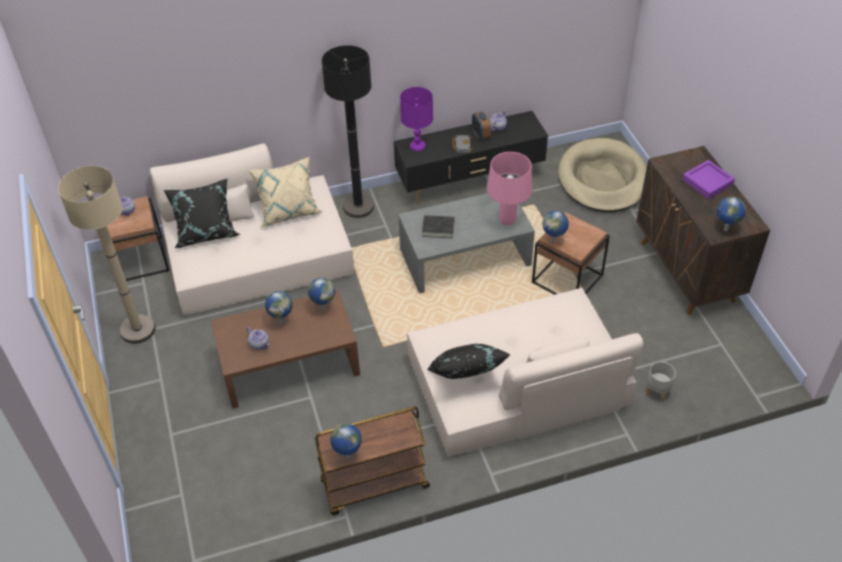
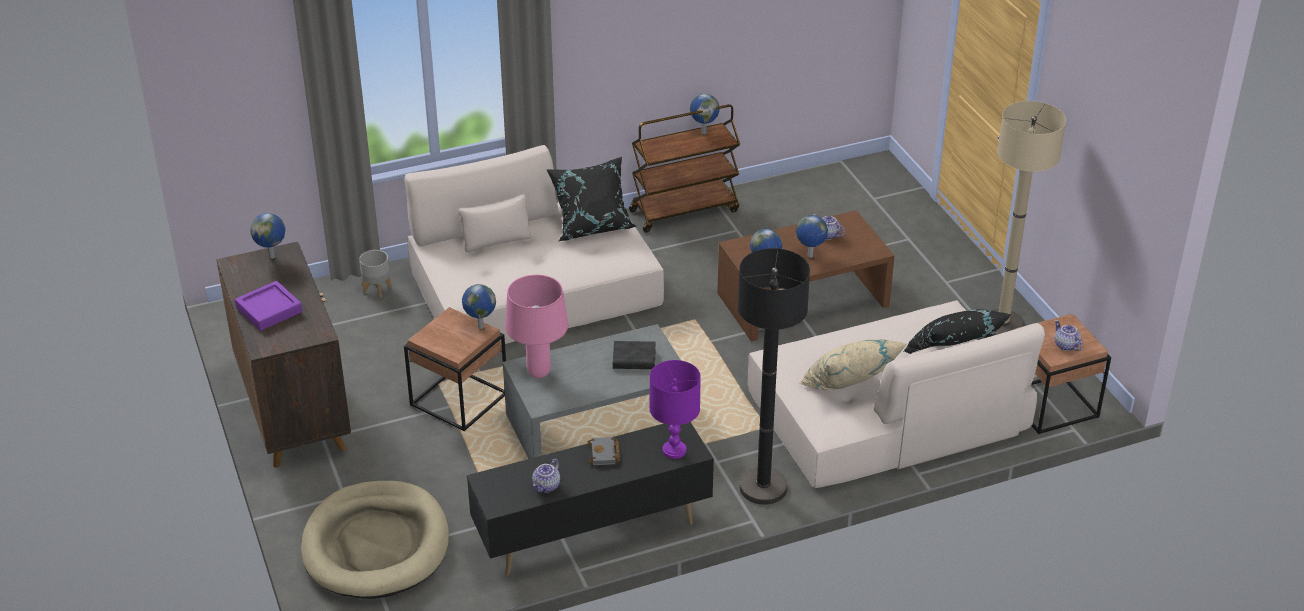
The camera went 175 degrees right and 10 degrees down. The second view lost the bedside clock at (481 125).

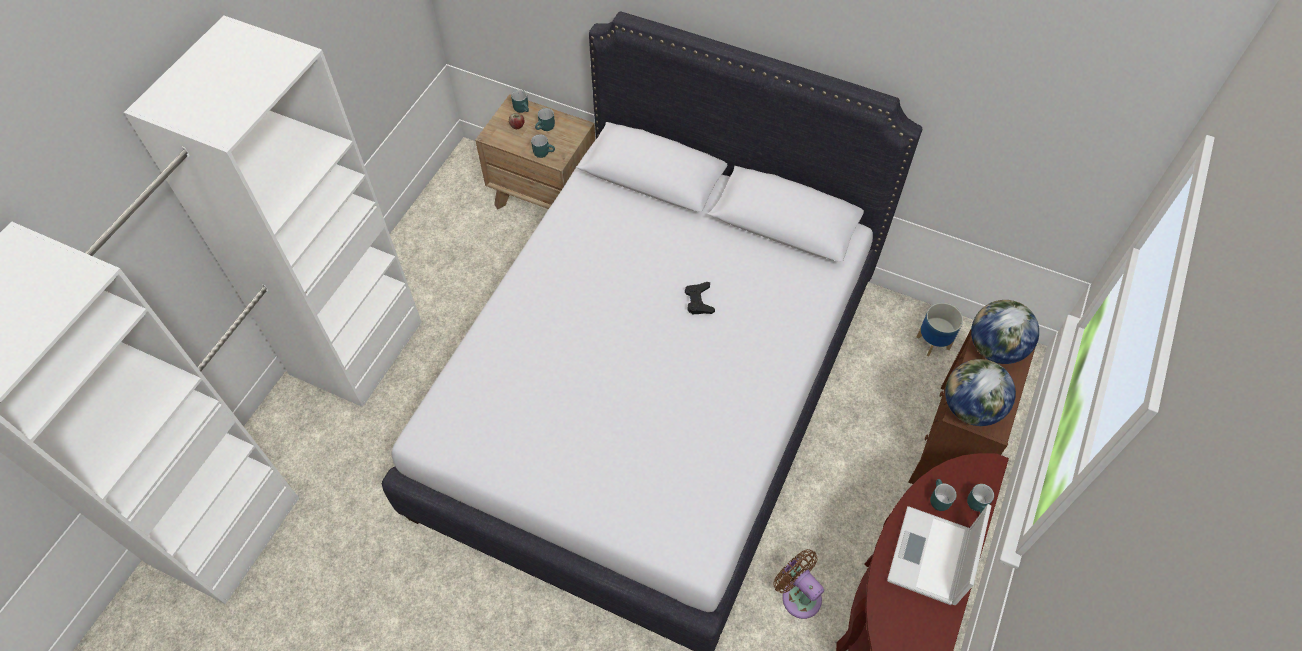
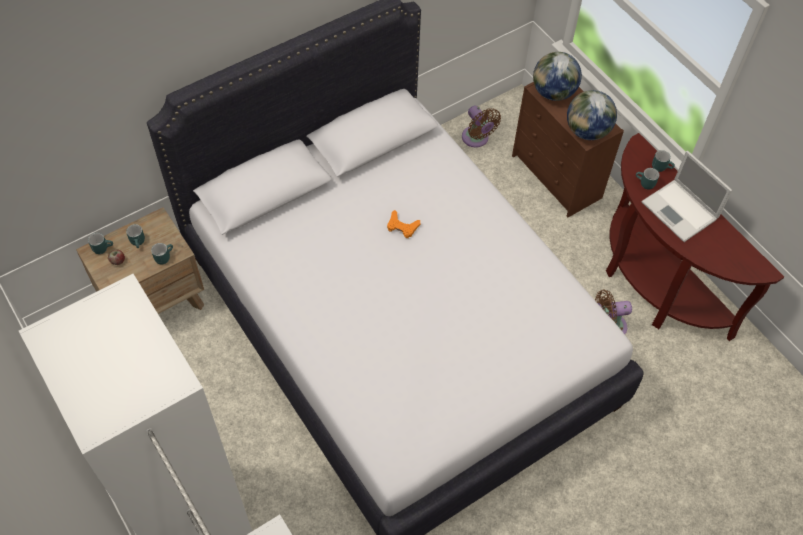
The camera went 60 degrees left and 0 degrees up. What was the blackish game controller at (700 298) turned into the orangey game controller at (403 224). Where the plant pot stood at (940 329), the brownish electric fan came to stand at (481 126).

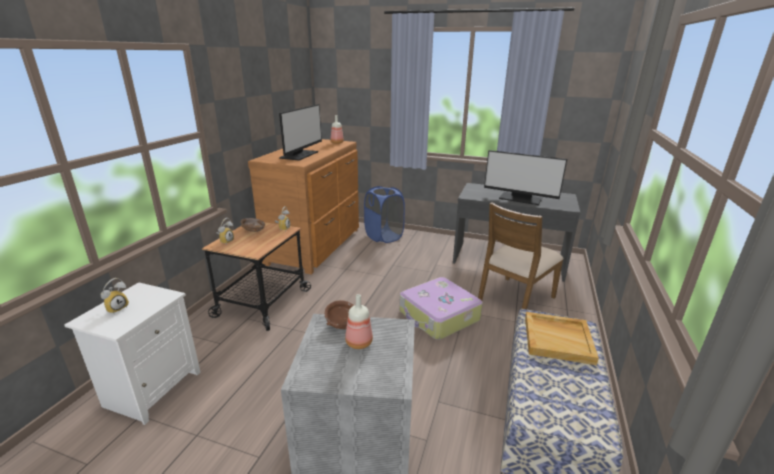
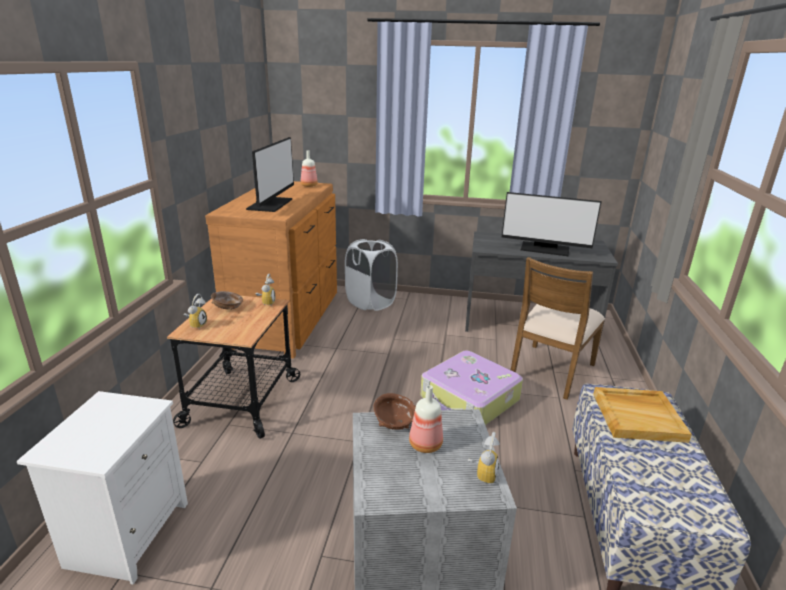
The camera went 10 degrees left and 0 degrees up. The bedside clock ended up elsewhere, having gone from (115 296) to (484 458). What was the blue washing basket at (384 214) turned into the white washing basket at (371 275).

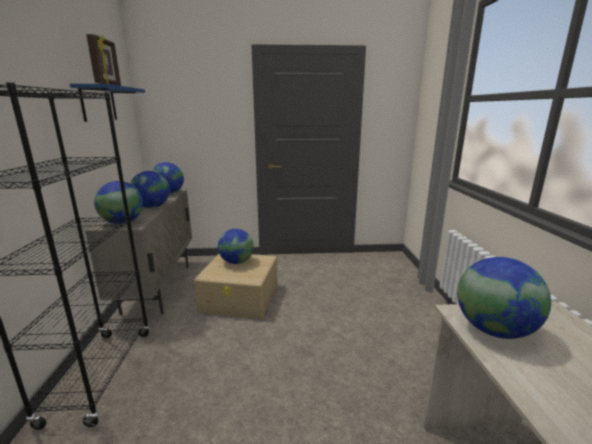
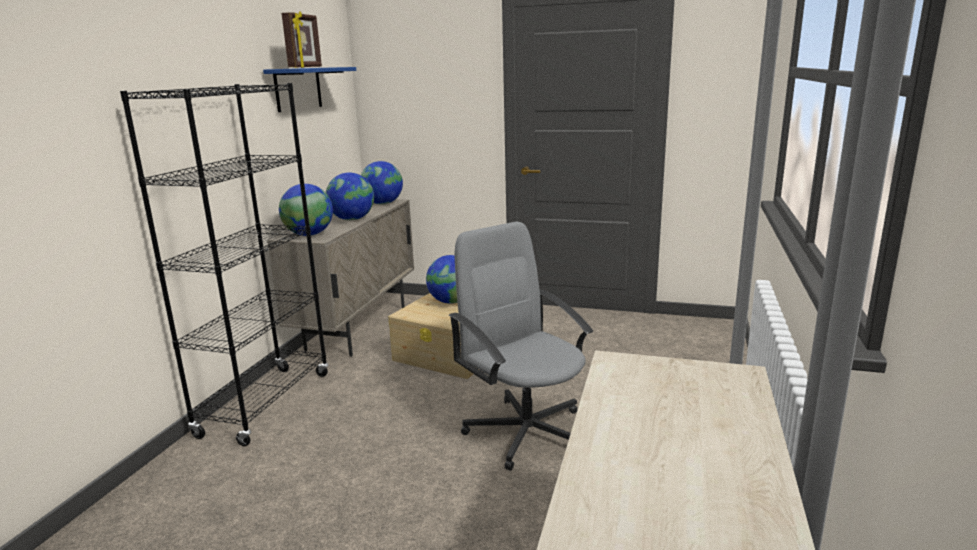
The camera went 20 degrees right and 0 degrees up. The second view lost the globe at (504 298). The second view gained the grey desk chair at (521 346).

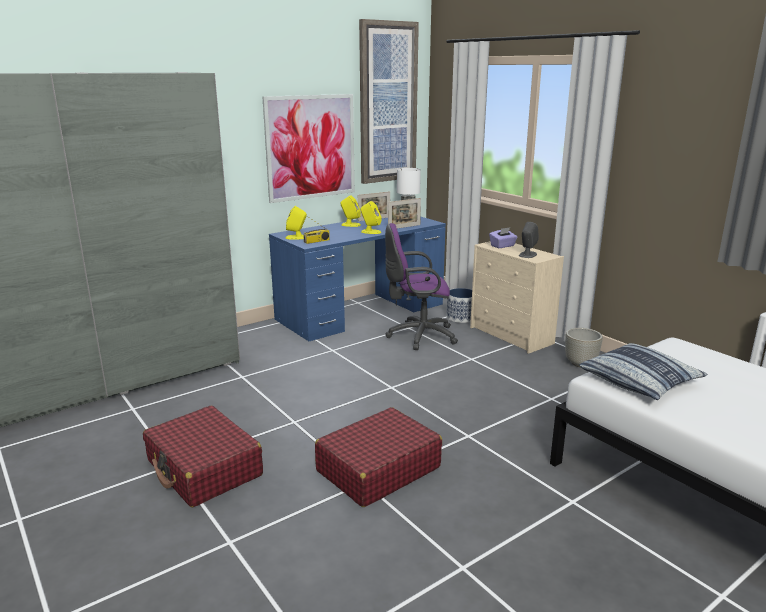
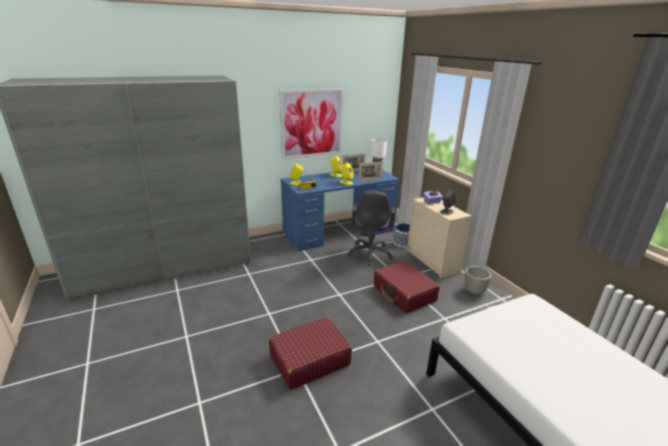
The camera went 10 degrees right and 5 degrees up. The red-coloured suitcase ended up elsewhere, having gone from (203 456) to (407 287). The second view lost the picture at (389 101). The purple desk chair at (421 286) ended up facing another way, 90 degrees counterclockwise from before. The second view lost the throw pillow at (643 371).

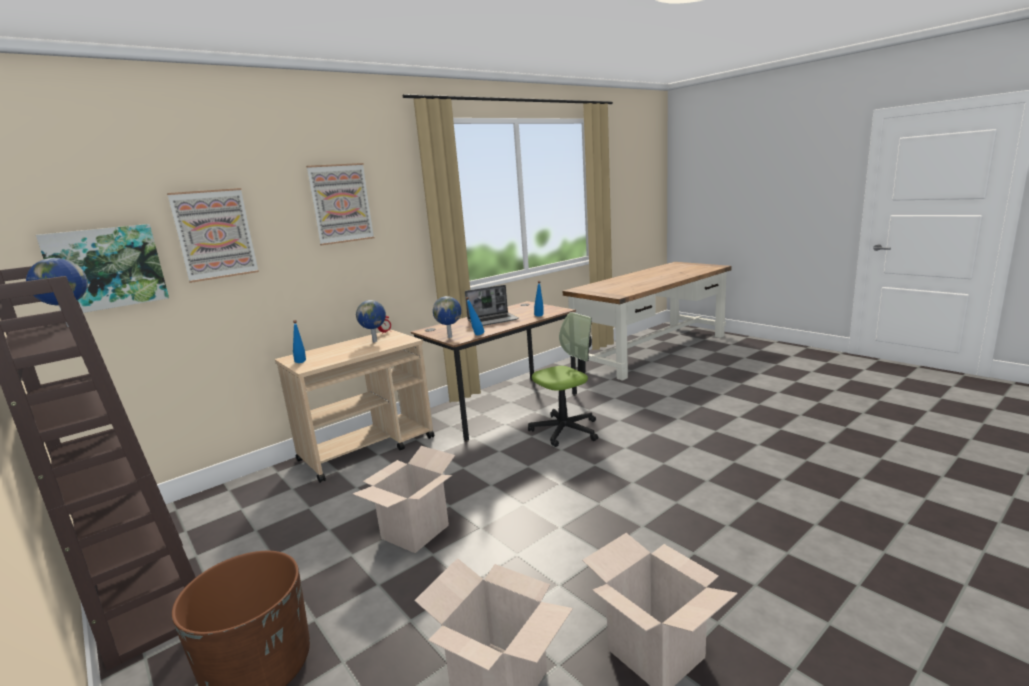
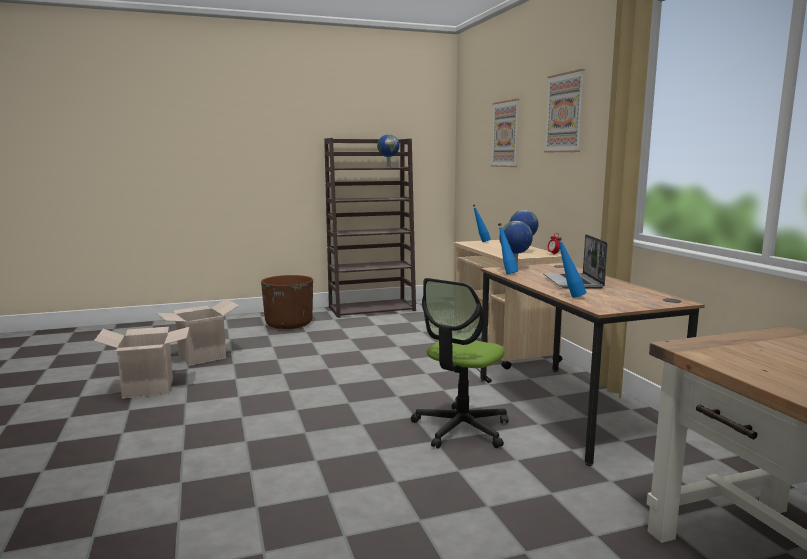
The camera went 110 degrees right and 5 degrees down. The second view lost the picture at (102 268). The second view lost the packing box at (404 499). The desk chair at (563 379) ended up facing another way, 45 degrees clockwise from before.

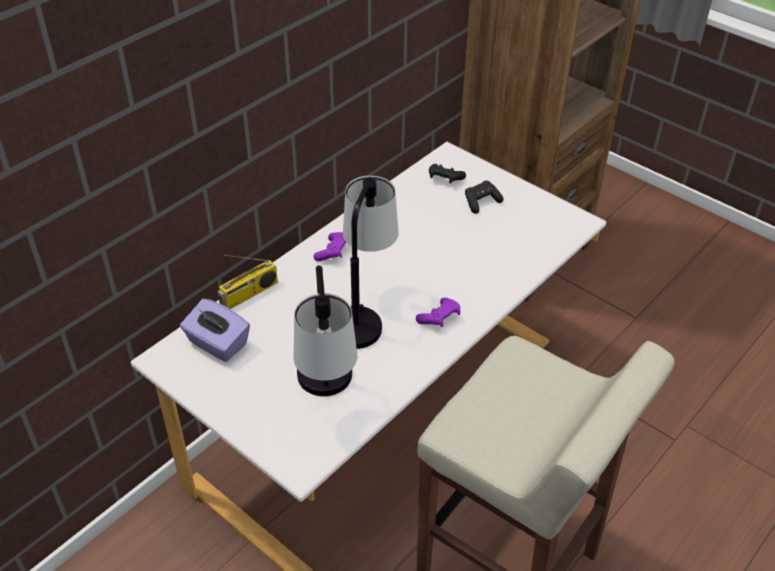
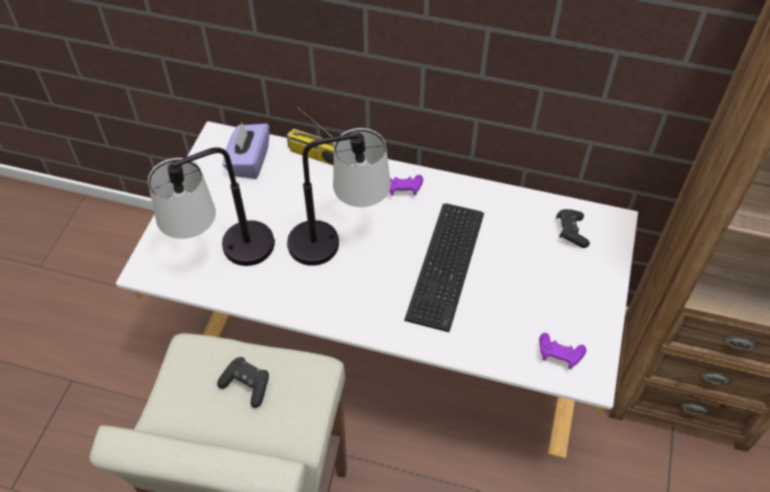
The camera went 65 degrees right and 10 degrees up. The purple game controller ended up elsewhere, having gone from (438 312) to (563 351). The blackish game controller ended up elsewhere, having gone from (484 197) to (243 382). The second view gained the keyboard at (444 267).

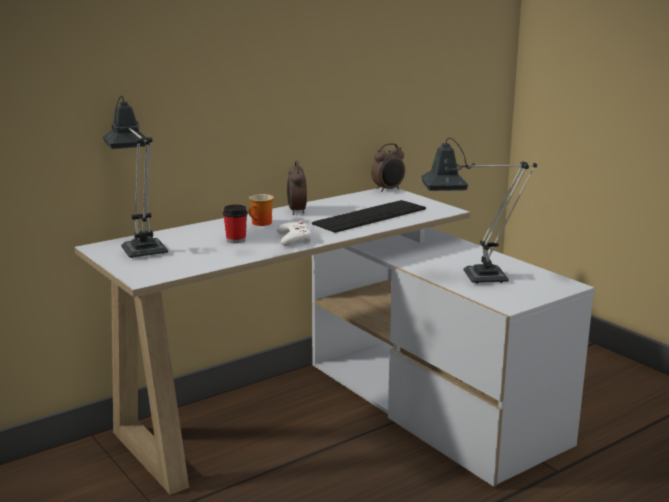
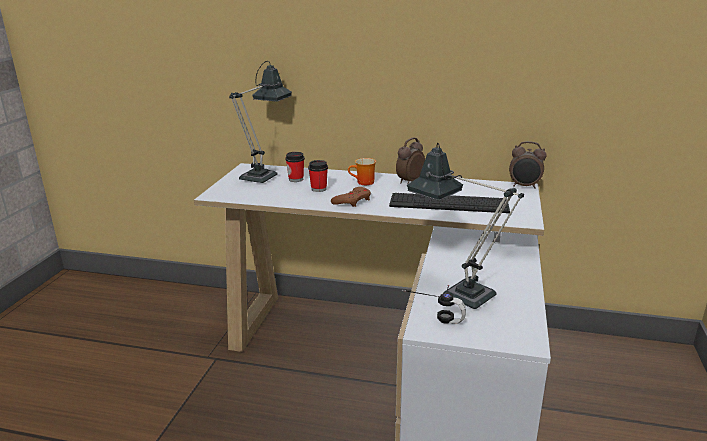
The camera went 50 degrees right and 5 degrees up. What was the white game controller at (294 233) turned into the brownish game controller at (351 197). The second view gained the small cup at (295 167). The second view gained the pair of headphones at (434 304).

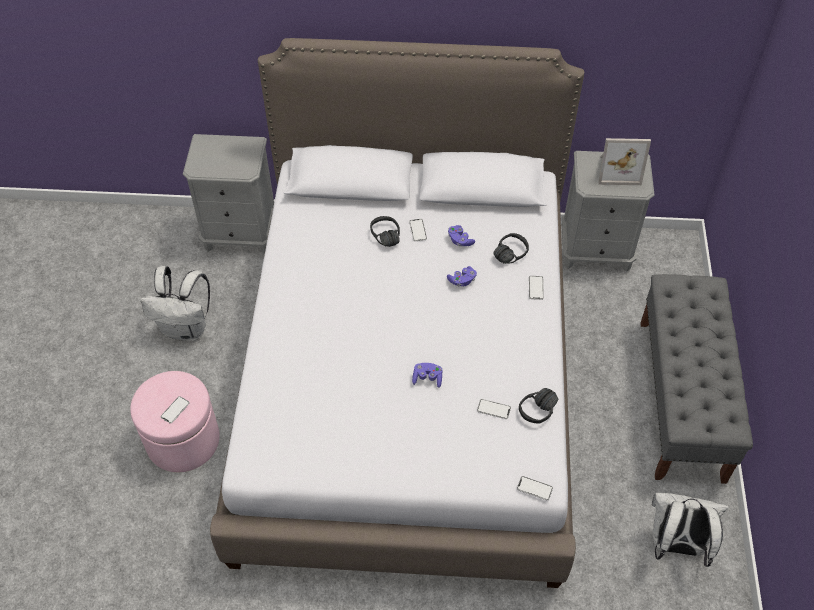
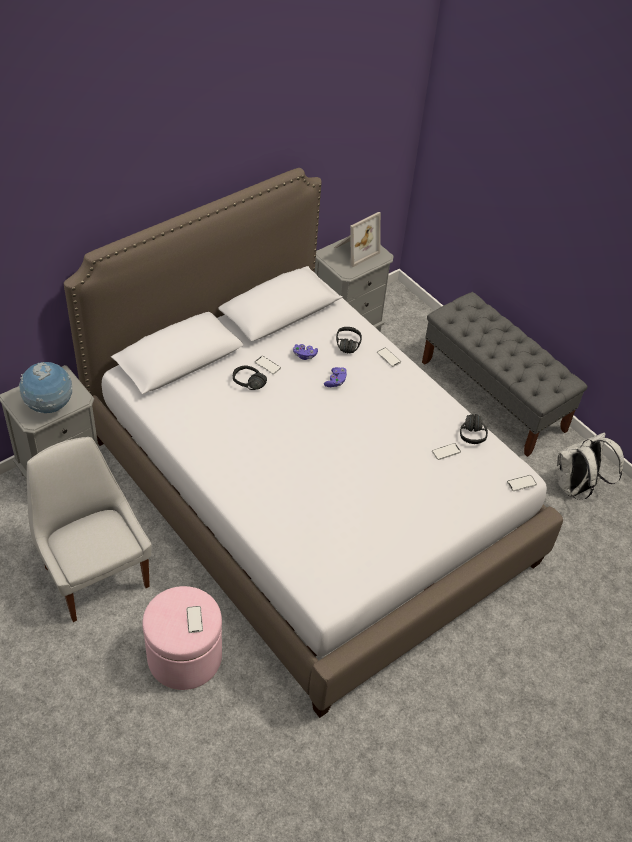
The camera went 45 degrees left and 5 degrees down. Where the white rucksack stood at (175 303), the white chair came to stand at (89 529). The second view lost the purple game controller at (427 375). The second view gained the globe at (45 387).

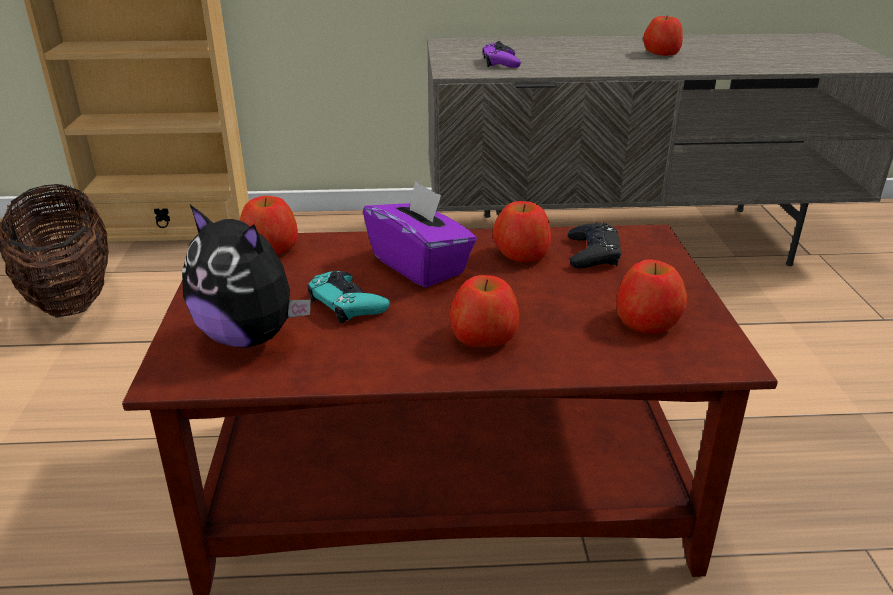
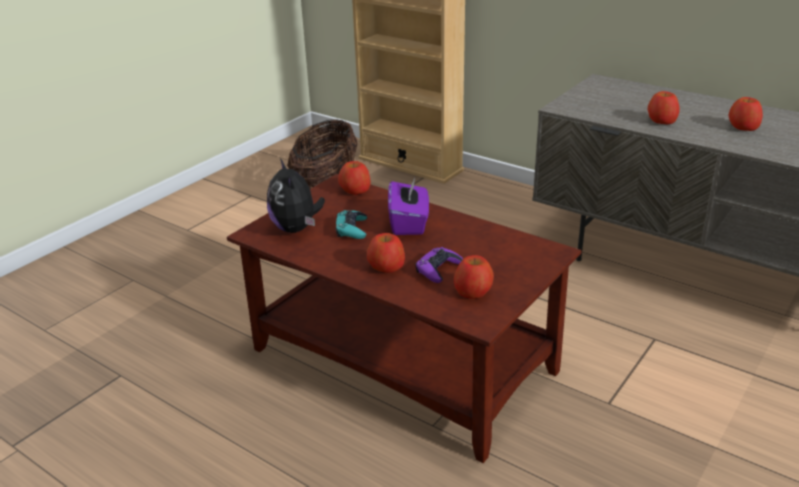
The camera went 40 degrees right and 0 degrees up. The purple game controller ended up elsewhere, having gone from (502 54) to (439 265). The apple ended up elsewhere, having gone from (522 231) to (664 108). The second view lost the blackish game controller at (594 245).

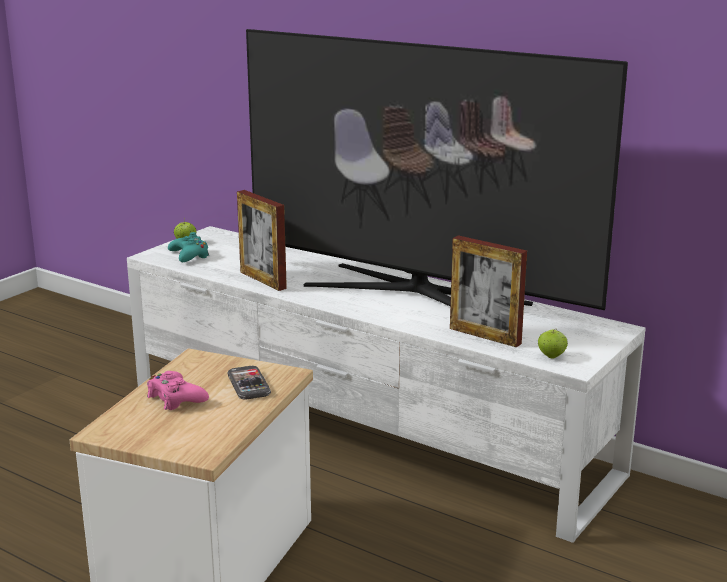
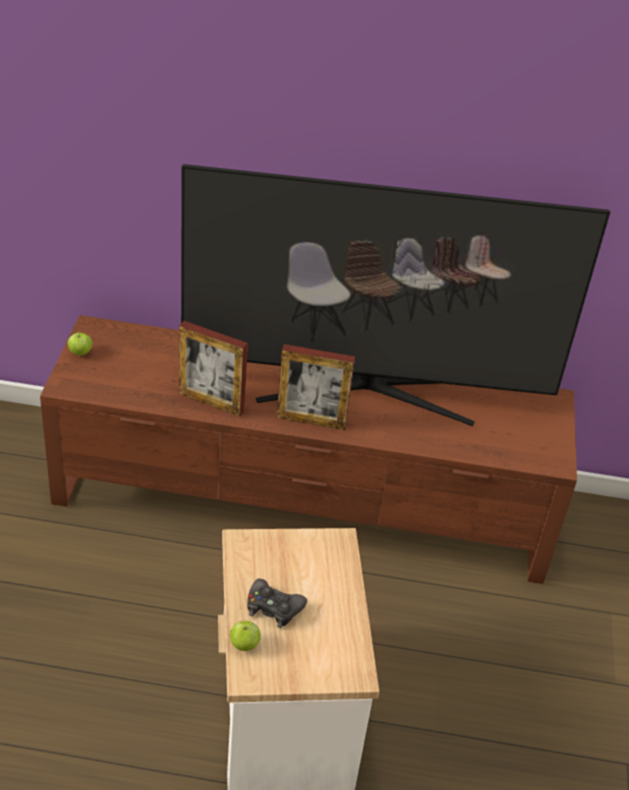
The camera went 30 degrees left and 20 degrees up. What was the white tv unit at (386 384) turned into the brownish tv unit at (308 449). What was the pink game controller at (178 390) turned into the blackish game controller at (277 603). The second view lost the turquoise-coloured game controller at (189 247). The second view lost the handset at (249 383). The standing frame ended up elsewhere, having gone from (488 291) to (316 387). The apple ended up elsewhere, having gone from (553 343) to (245 636).

